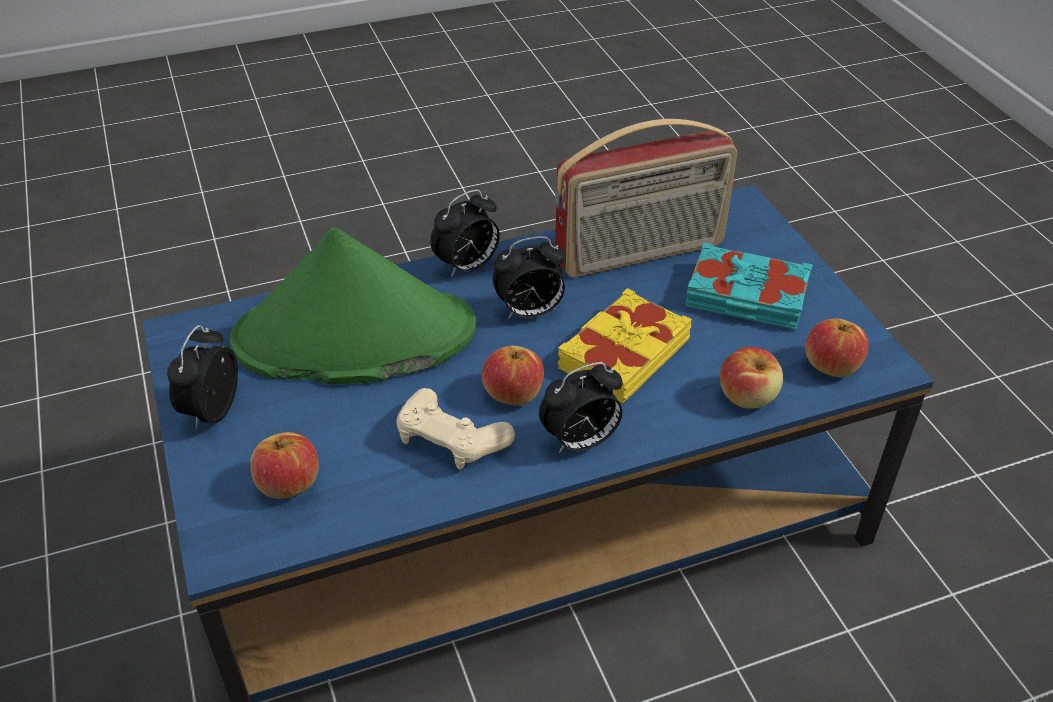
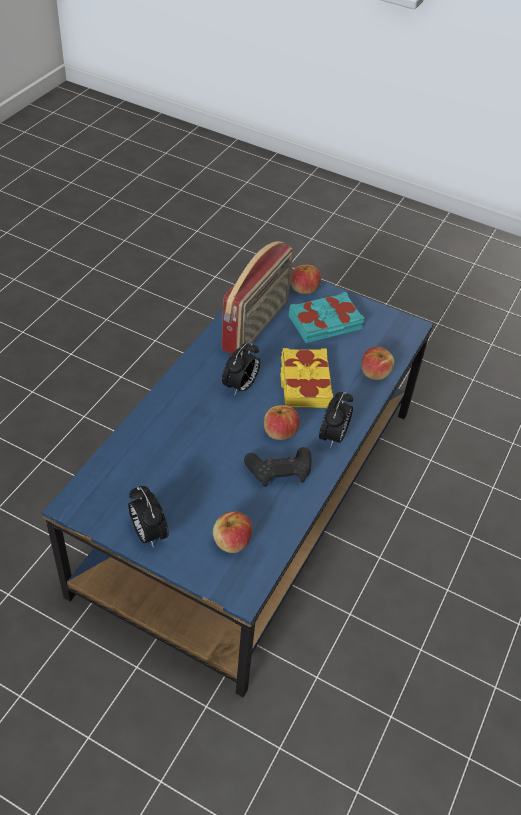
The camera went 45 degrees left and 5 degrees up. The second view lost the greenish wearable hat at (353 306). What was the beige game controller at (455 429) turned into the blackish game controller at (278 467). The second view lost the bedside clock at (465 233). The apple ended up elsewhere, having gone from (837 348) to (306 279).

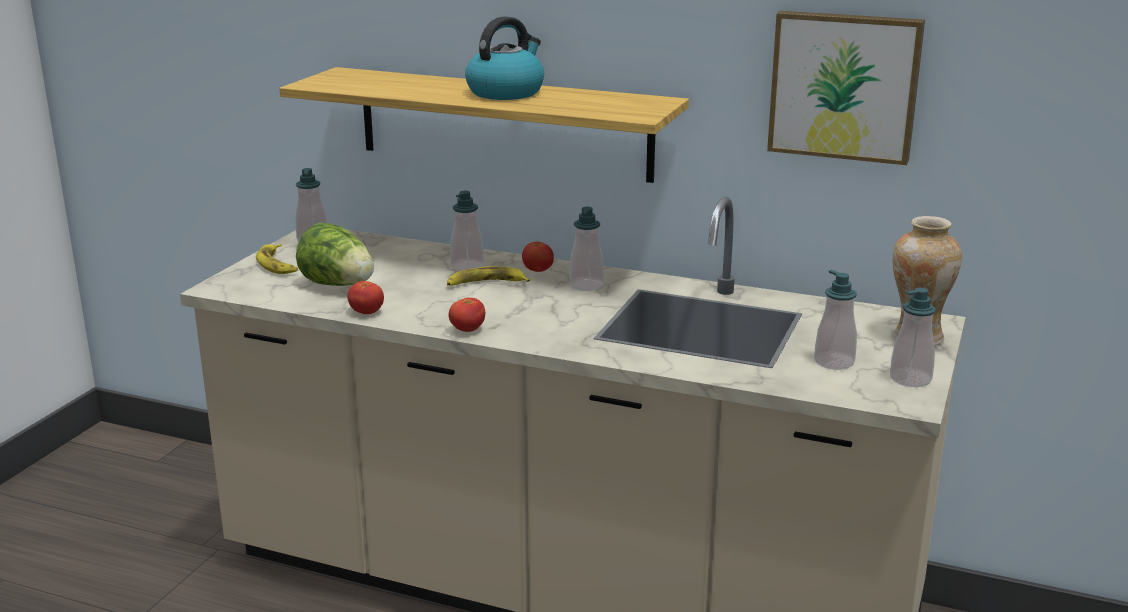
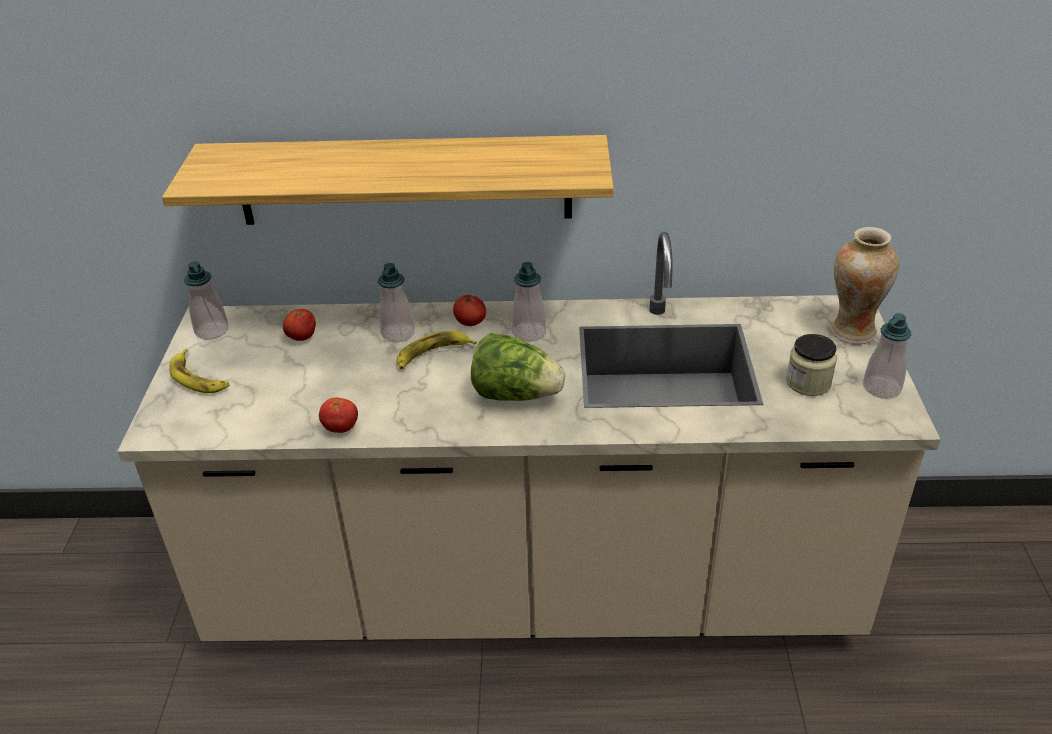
The camera went 20 degrees left and 15 degrees up. The lettuce ended up elsewhere, having gone from (335 254) to (518 367). The fresh tomato ended up elsewhere, having gone from (467 315) to (299 325). The second view lost the kettle at (504 58). The second view lost the picture at (846 88). Where the liquid soap bottle stood at (835 320), the storage jar came to stand at (811 365).

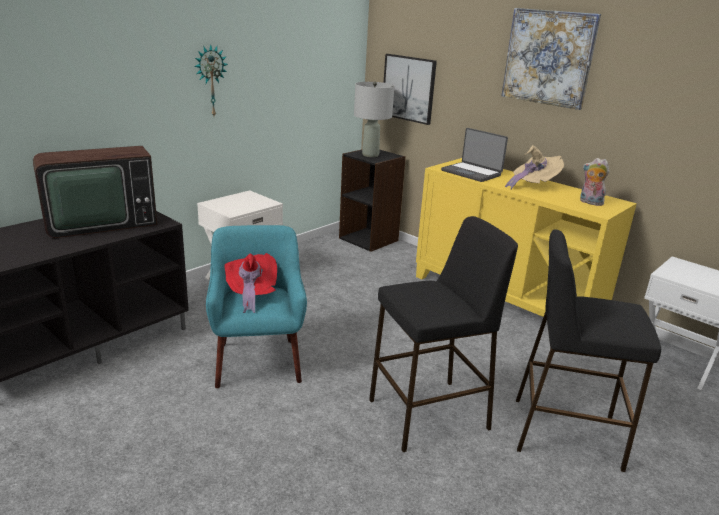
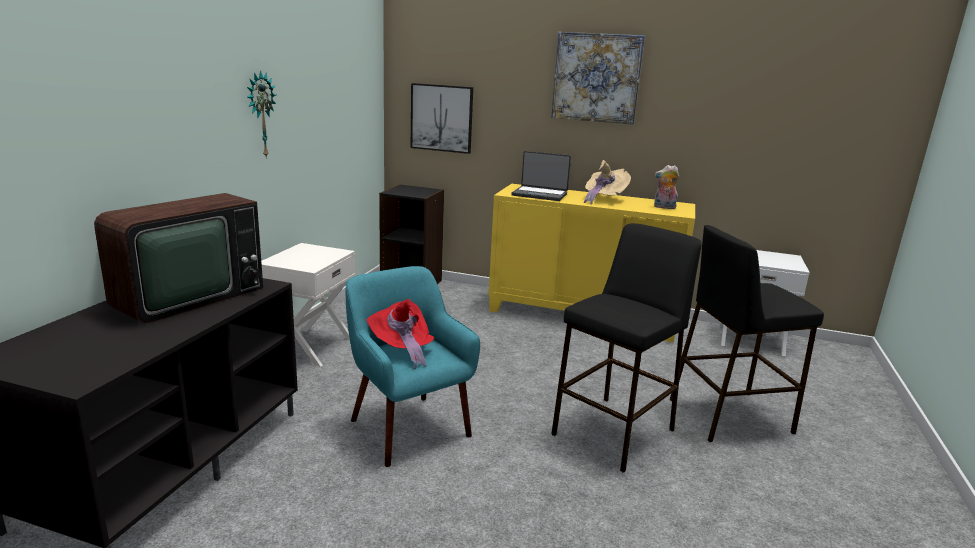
The camera went 25 degrees left and 5 degrees down. The second view lost the grey lamp for a table at (374 119).

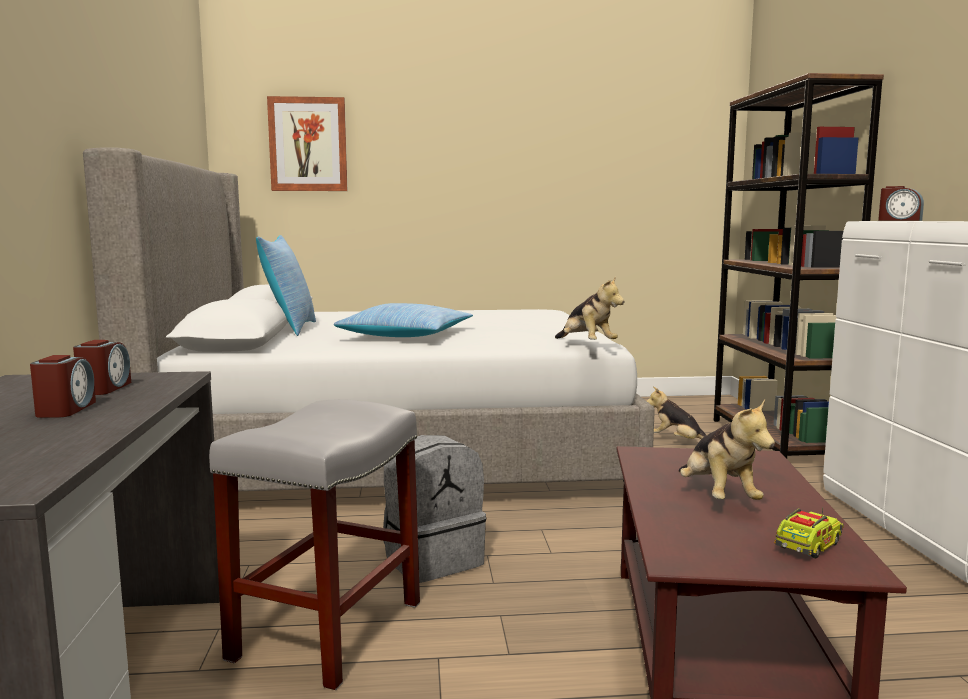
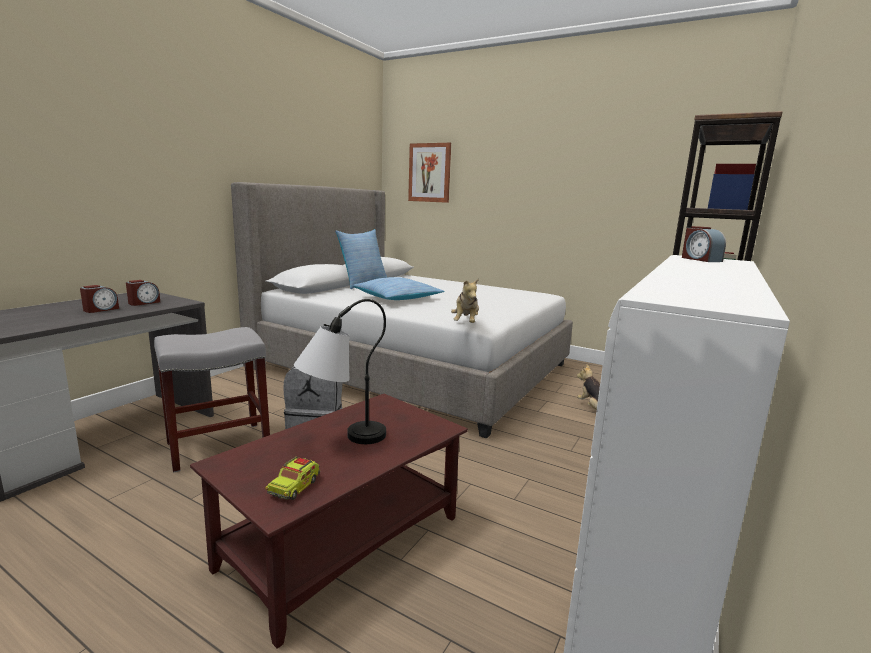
The camera went 35 degrees right and 5 degrees up. Where the cuddly toy stood at (727 449), the lamp for a table came to stand at (340 371). The model truck at (809 533) ended up facing another way, 120 degrees clockwise from before.

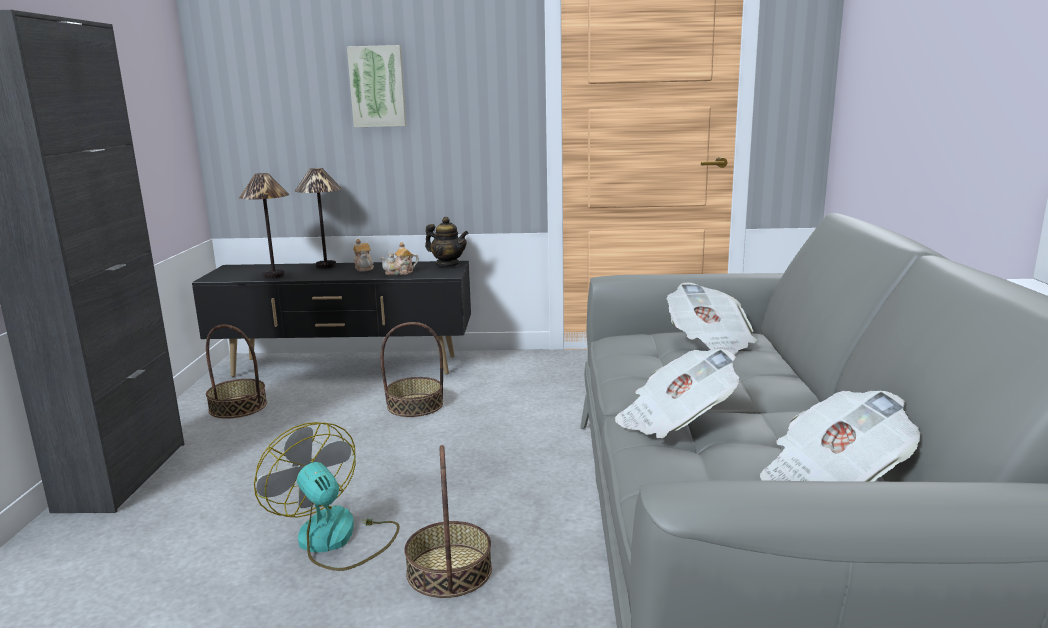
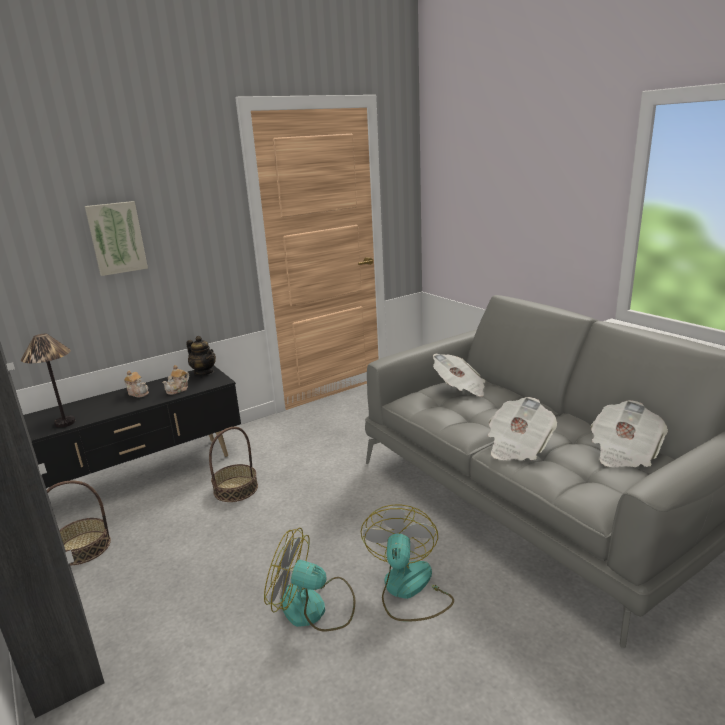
The camera went 35 degrees left and 5 degrees up. The second view lost the lamp for a table at (318 218). Where the household basket stood at (448 521), the electric fan came to stand at (407 563). The pot for tea at (447 241) ended up facing another way, 45 degrees clockwise from before.

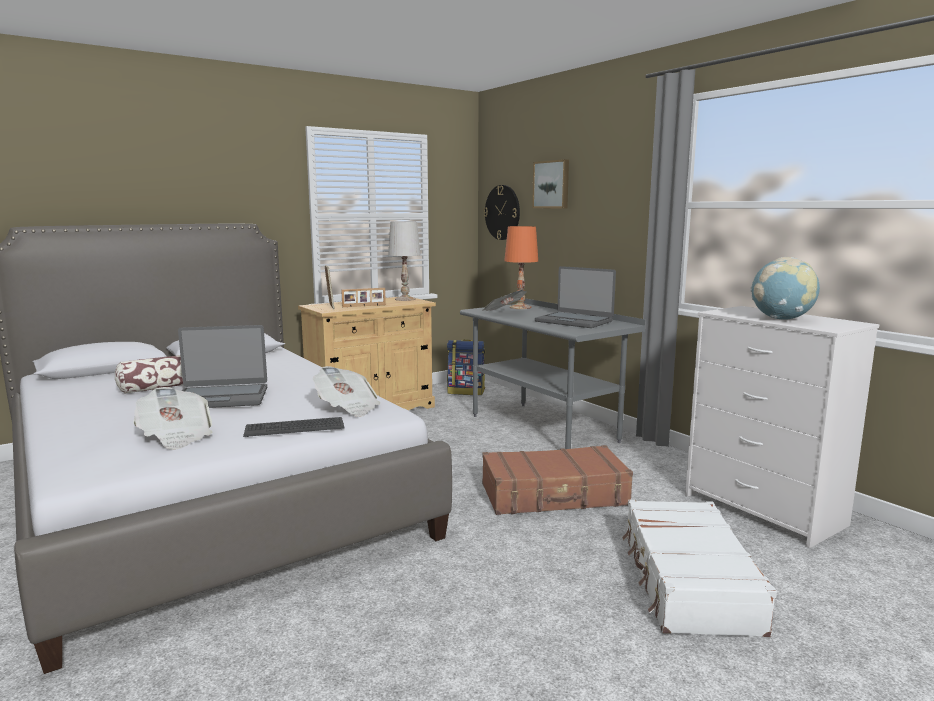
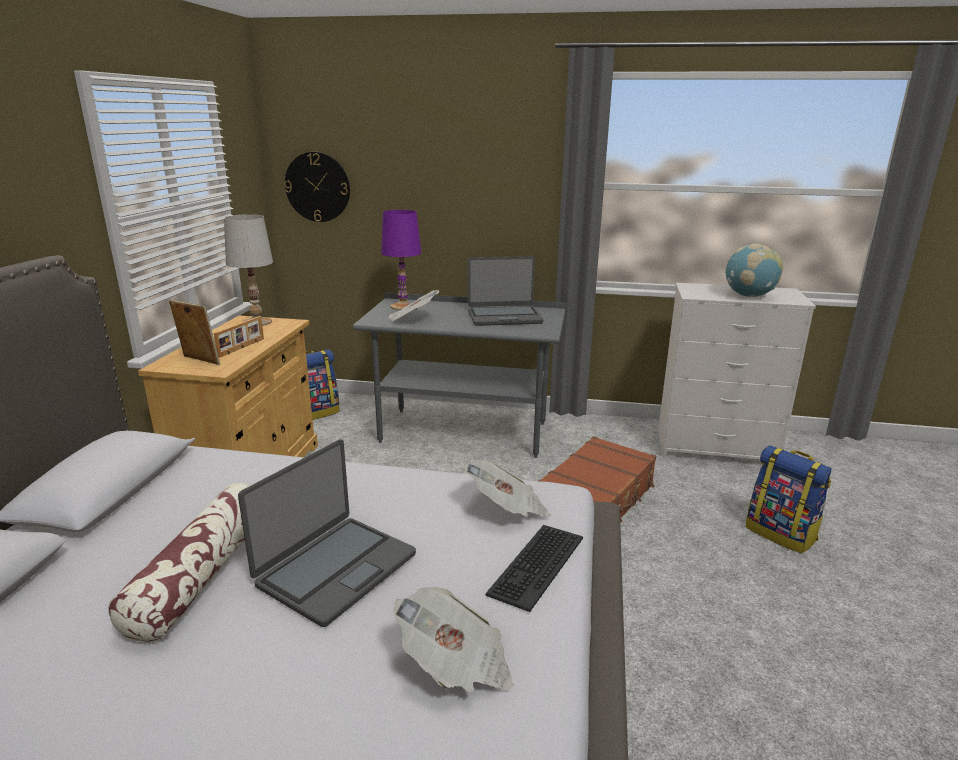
The camera went 45 degrees left and 10 degrees up. What was the orangey lamp for a table at (521 267) turned into the purple lamp for a table at (401 260). The second view lost the picture at (550 183). Where the white suitcase stood at (699 568), the rucksack came to stand at (788 500).

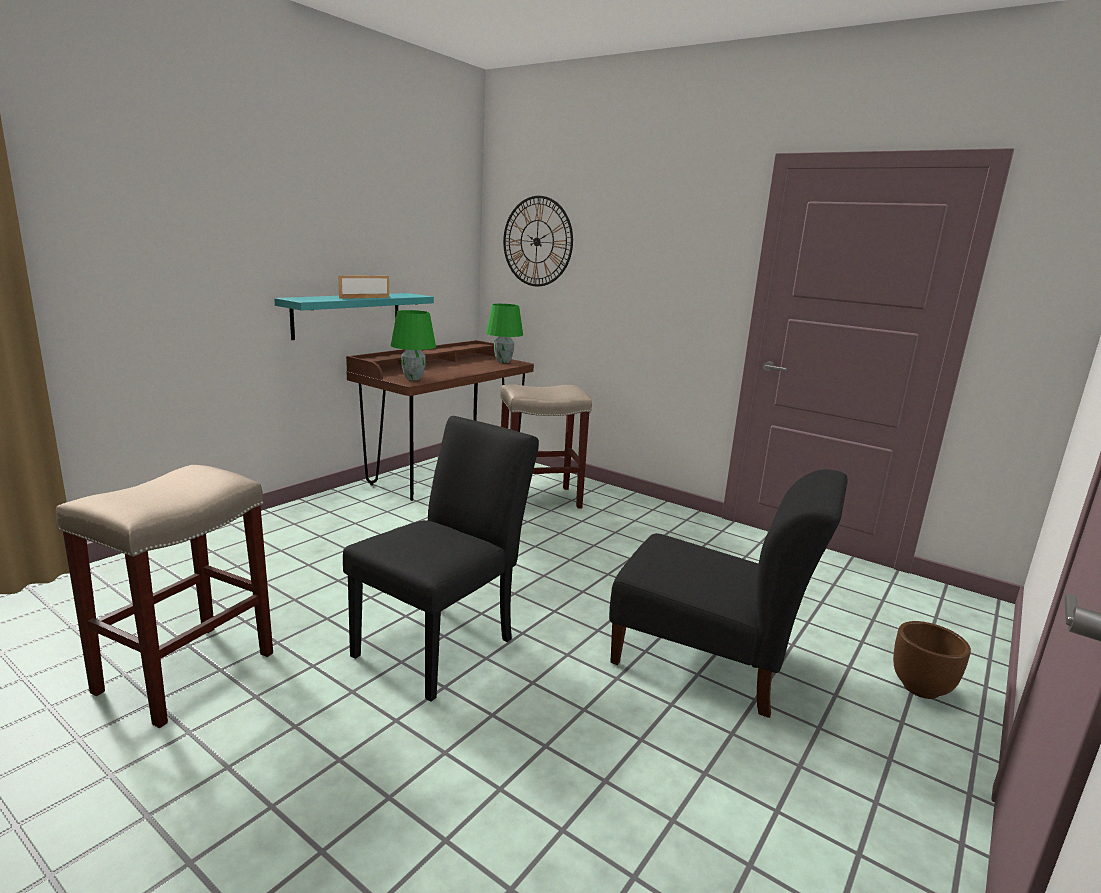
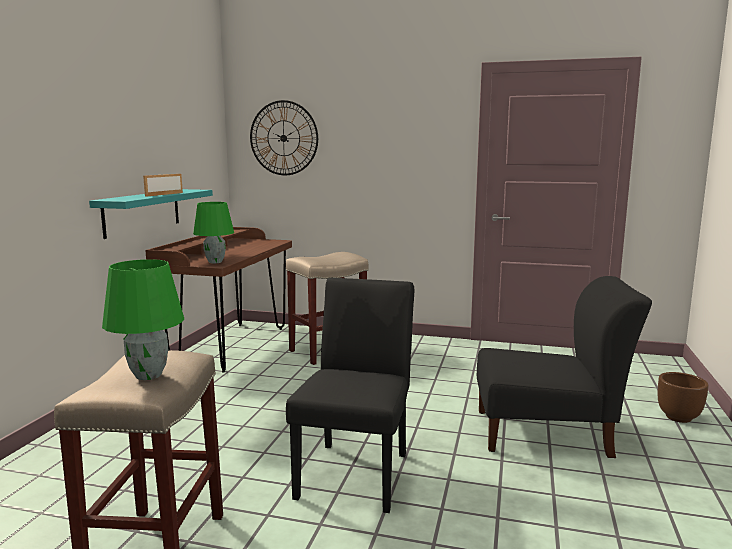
The camera went 20 degrees left and 5 degrees down. The greenish lamp for a table ended up elsewhere, having gone from (504 333) to (143 319).

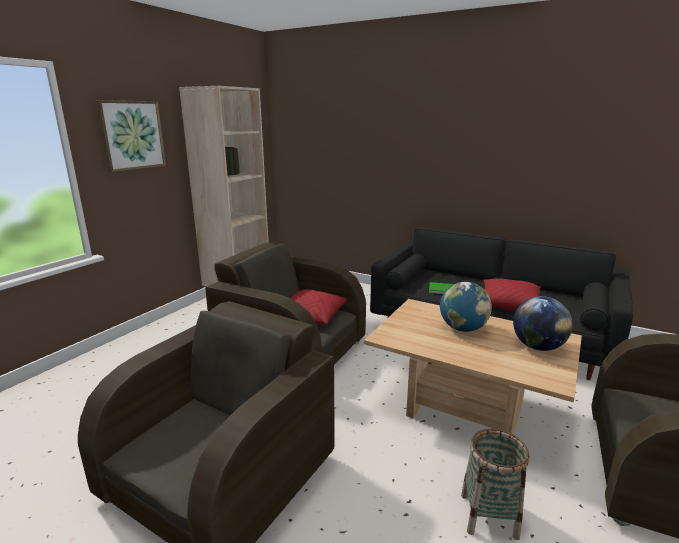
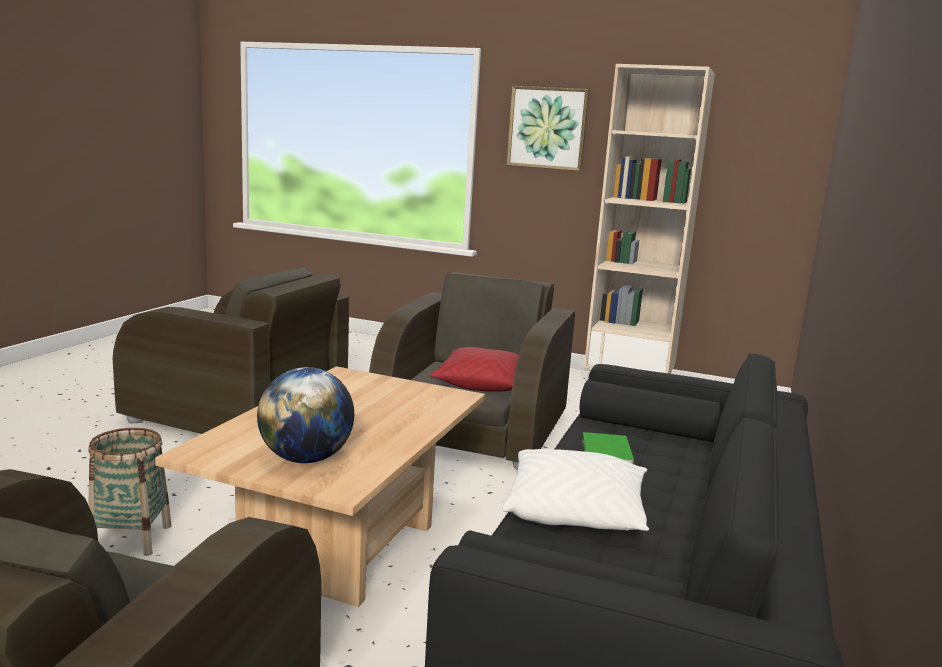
The camera went 80 degrees right and 5 degrees down. The second view lost the globe at (466 307). What was the red-coloured throw pillow at (512 294) turned into the white throw pillow at (575 490).

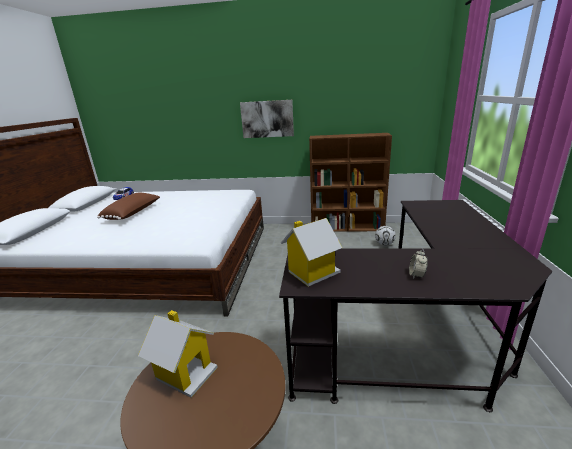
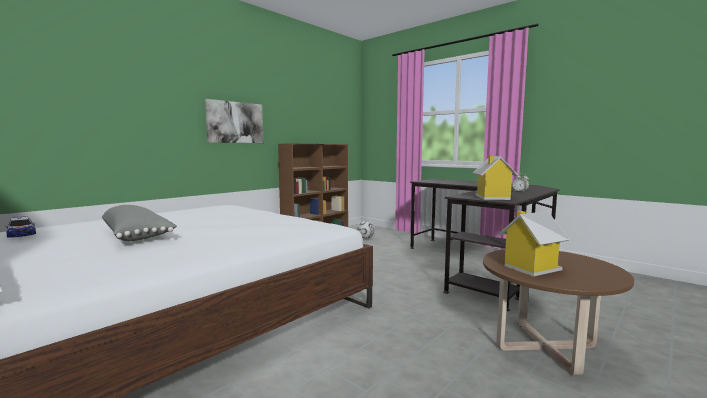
The camera went 55 degrees left and 15 degrees down. What was the brownish throw pillow at (128 206) turned into the grey throw pillow at (139 223).

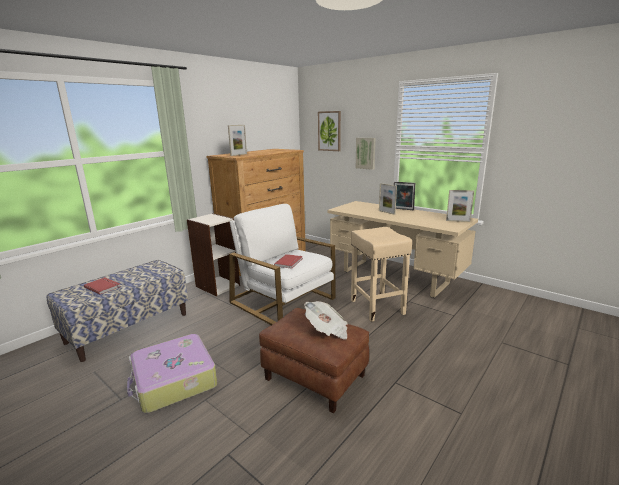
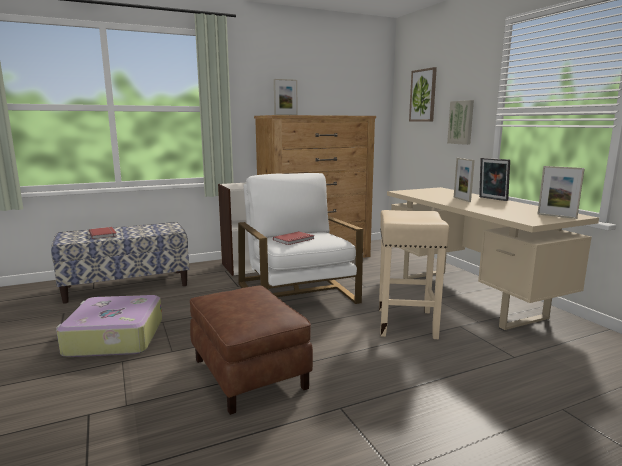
The camera went 25 degrees right and 5 degrees down. The second view lost the printed paper at (326 320).

